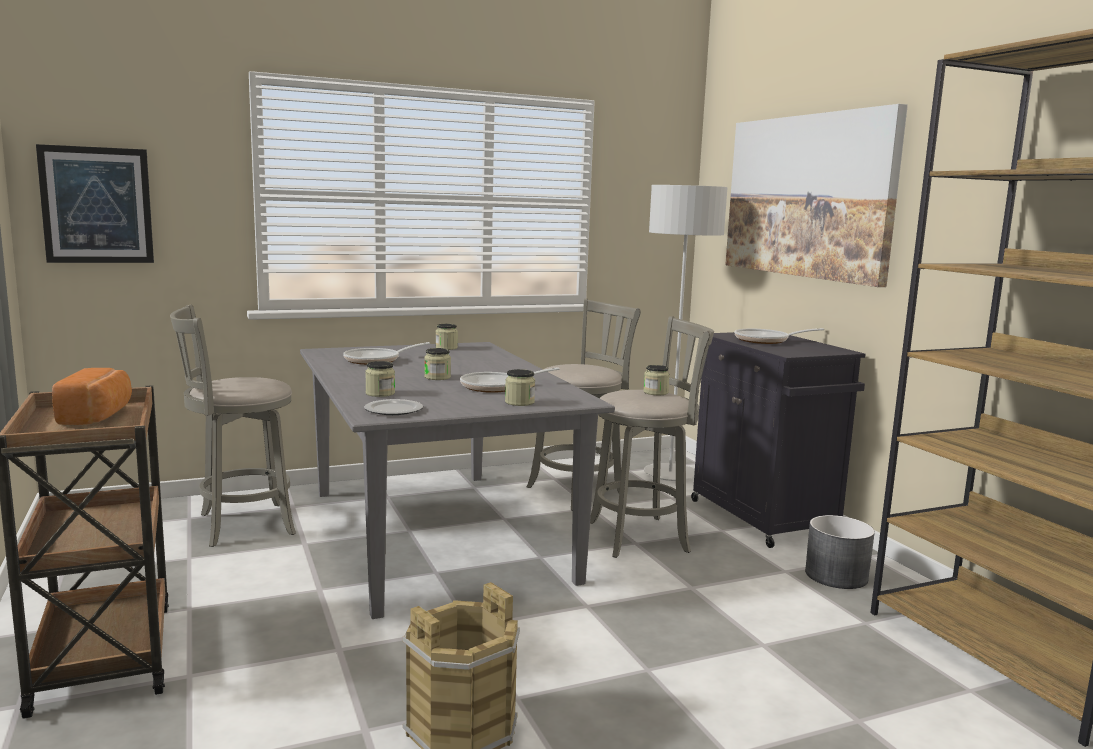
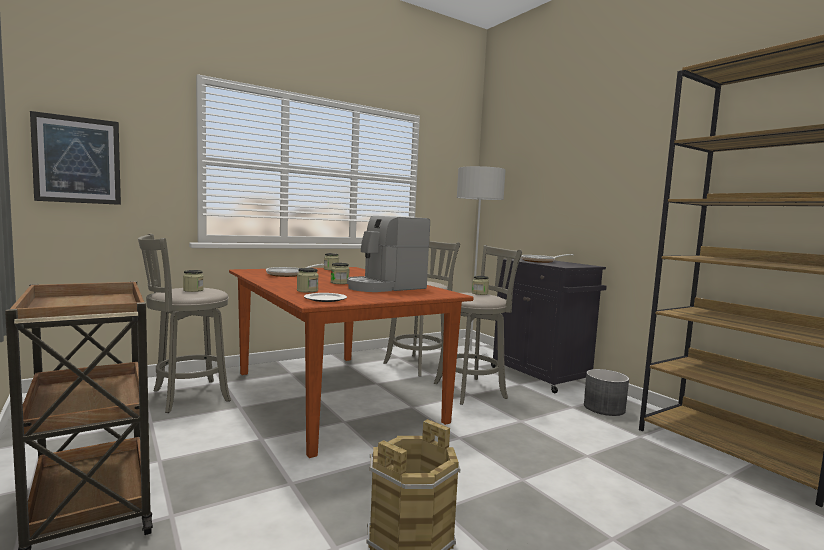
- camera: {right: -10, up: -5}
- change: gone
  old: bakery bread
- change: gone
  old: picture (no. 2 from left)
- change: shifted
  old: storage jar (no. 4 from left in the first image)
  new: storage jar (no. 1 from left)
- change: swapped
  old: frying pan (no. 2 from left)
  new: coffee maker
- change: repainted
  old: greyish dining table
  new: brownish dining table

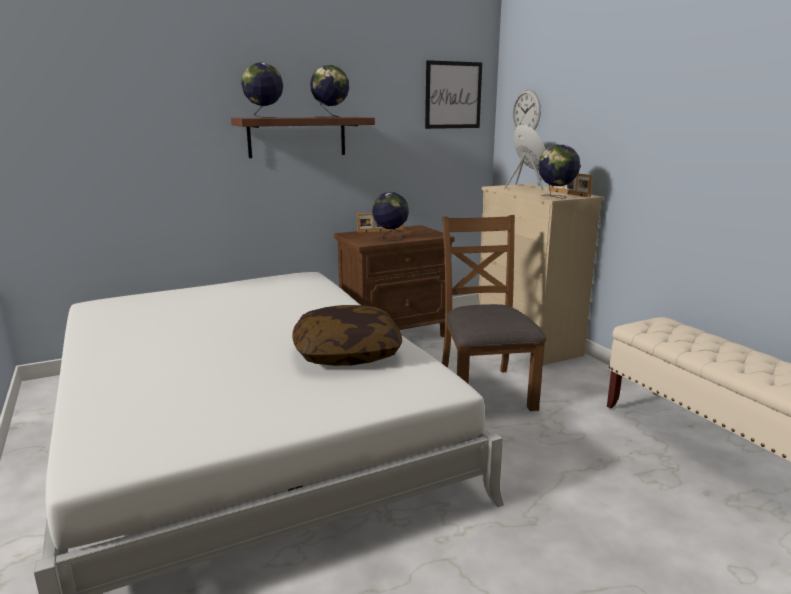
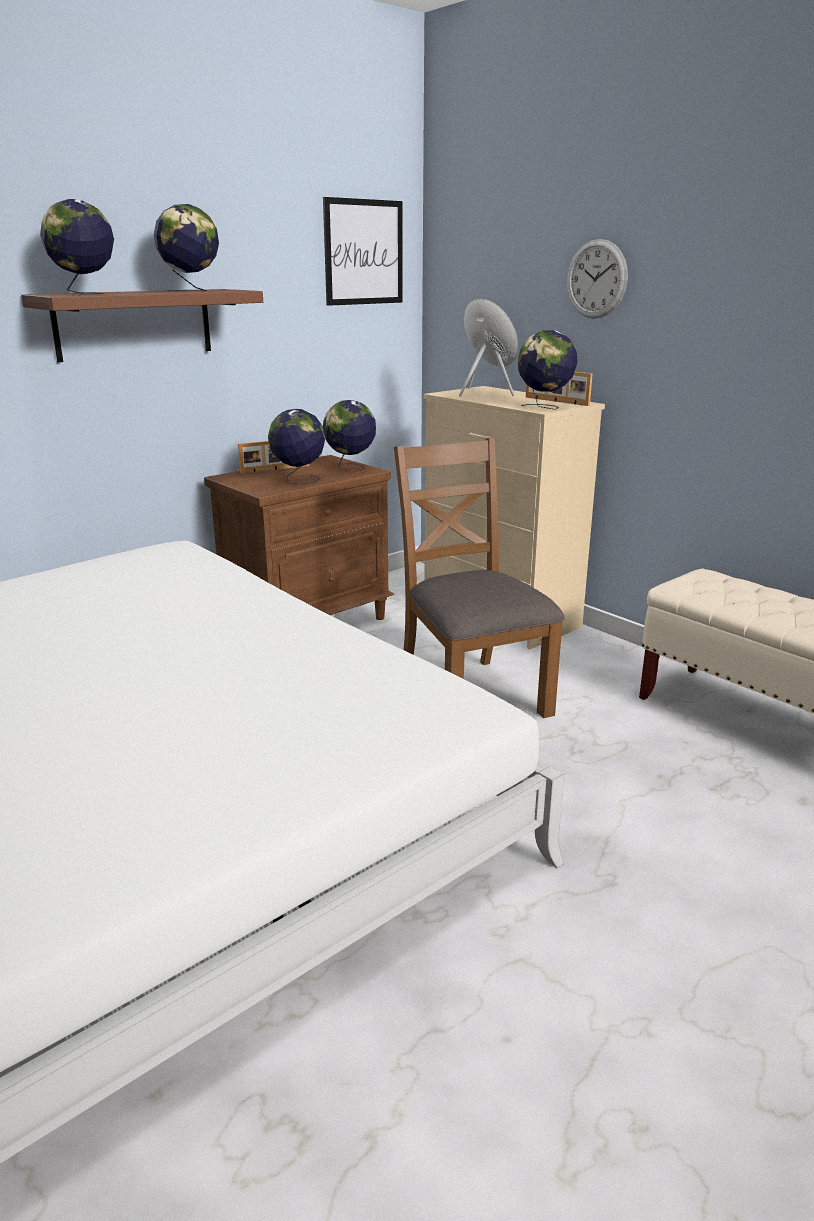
- camera: {right: -15, up: 5}
- change: gone
  old: throw pillow
- change: new
  new: globe (no. 4 from left)
- change: shifted
  old: hanging clock

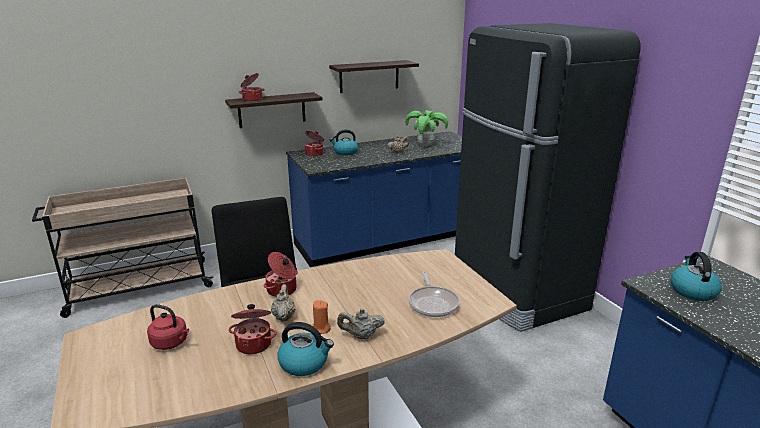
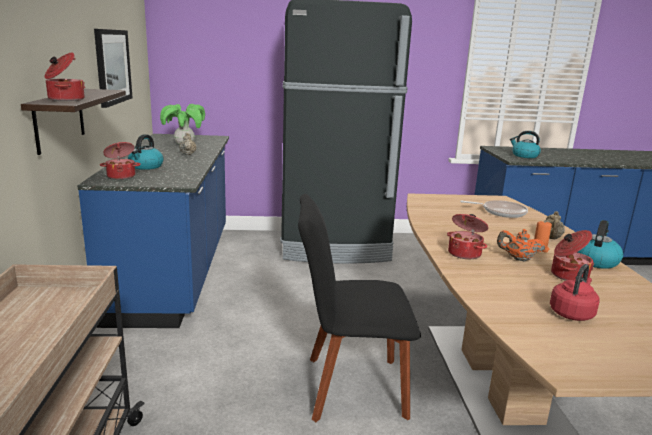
- camera: {right: -70, up: -5}
- change: swapped
  old: shelf (no. 2 from left)
  new: picture
- change: repainted
  old: sand-coloured teapot (no. 1 from left)
  new: orange teapot

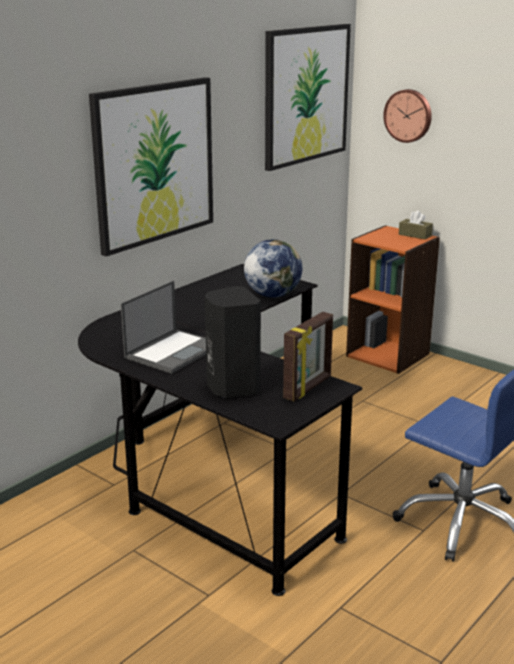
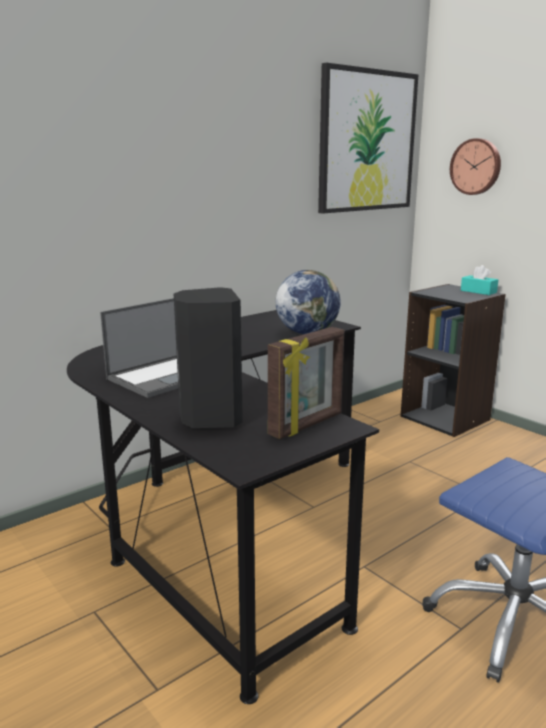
- camera: {right: 10, up: -5}
- change: gone
  old: picture (no. 1 from left)
- change: repainted
  old: orange shelving unit
  new: black-coloured shelving unit
- change: repainted
  old: brownish tissue holder
  new: turquoise-coloured tissue holder

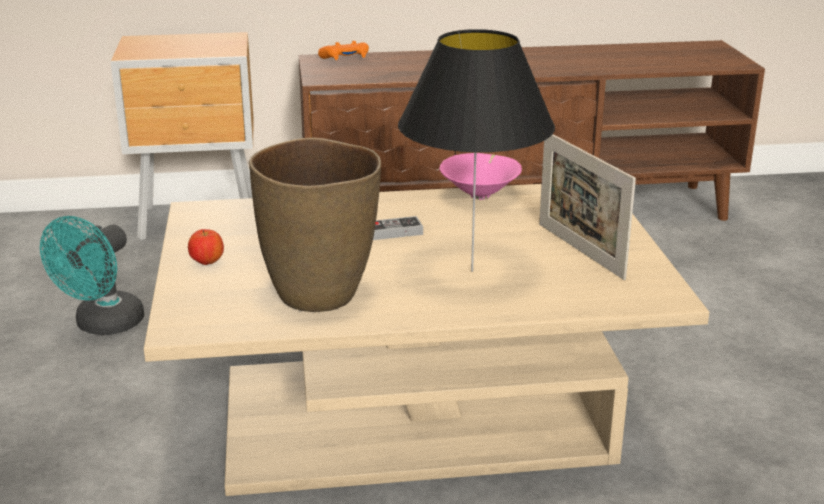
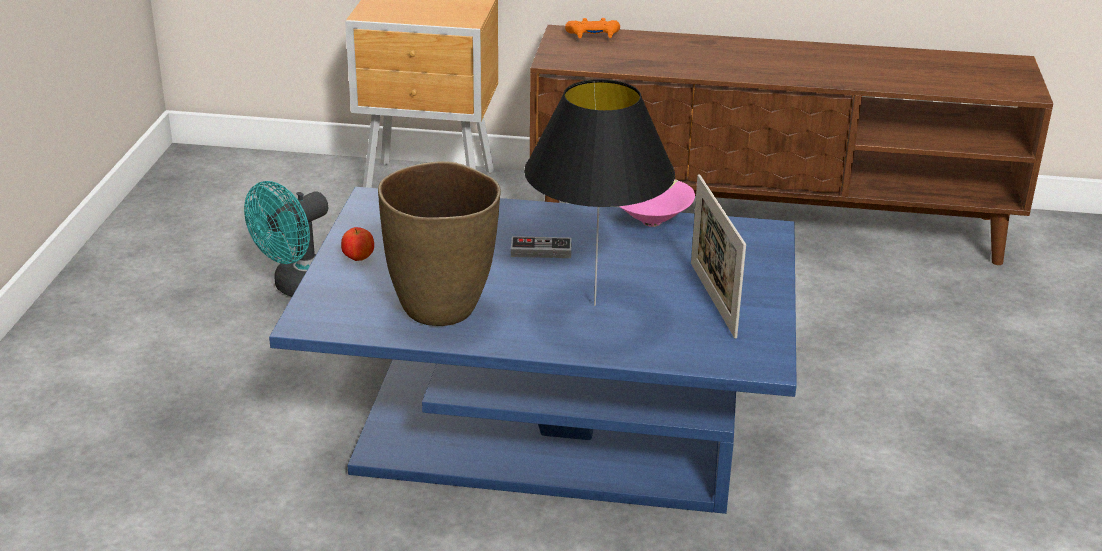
- camera: {right: 15, up: 5}
- change: repainted
  old: sand-coloured coffee table
  new: blue coffee table

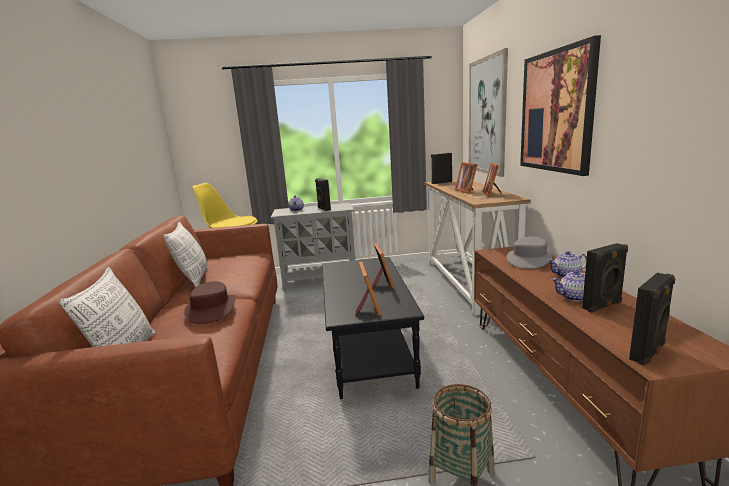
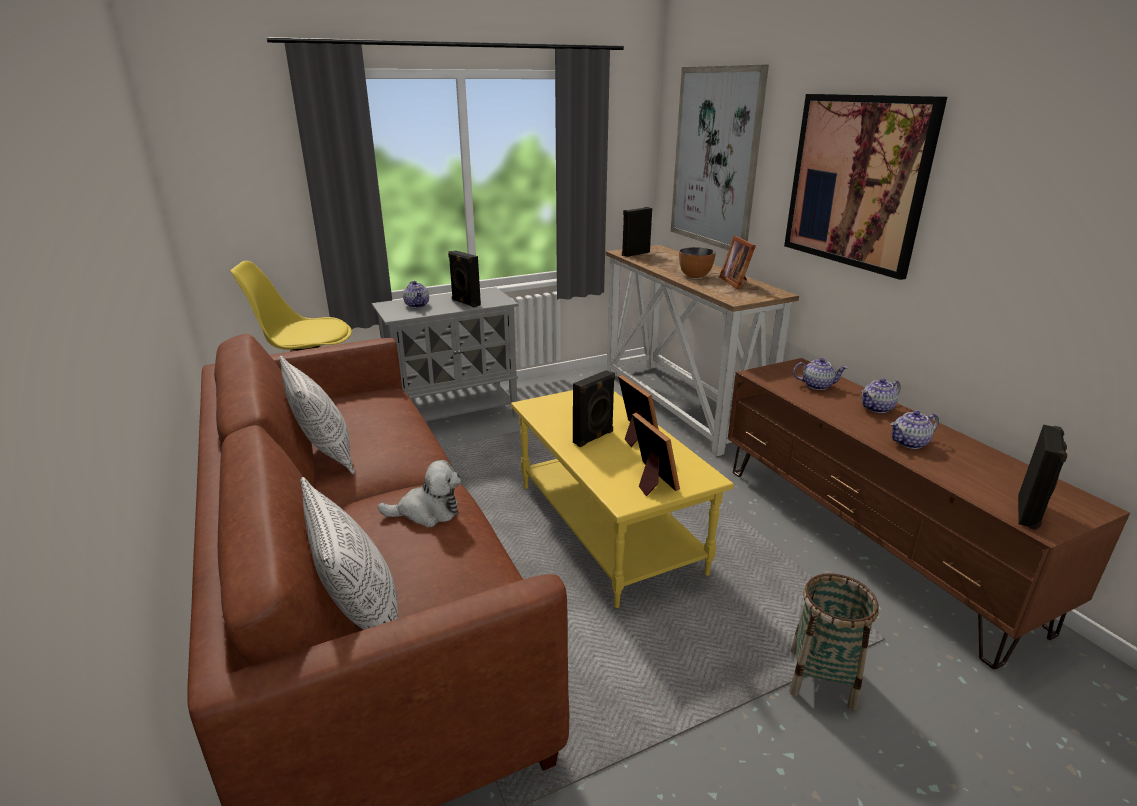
- camera: {right: -20, up: 10}
- change: shifted
  old: black-coloured audio speaker (no. 3 from left in the first image)
  new: black-coloured audio speaker (no. 2 from left)
- change: swapped
  old: brownish hat
  new: cuddly toy
- change: swapped
  old: photo frame (no. 3 from left)
  new: bowl
- change: swapped
  old: greyish hat
  new: teapot (no. 2 from left)
- change: repainted
  old: black-coloured coffee table
  new: yellow coffee table

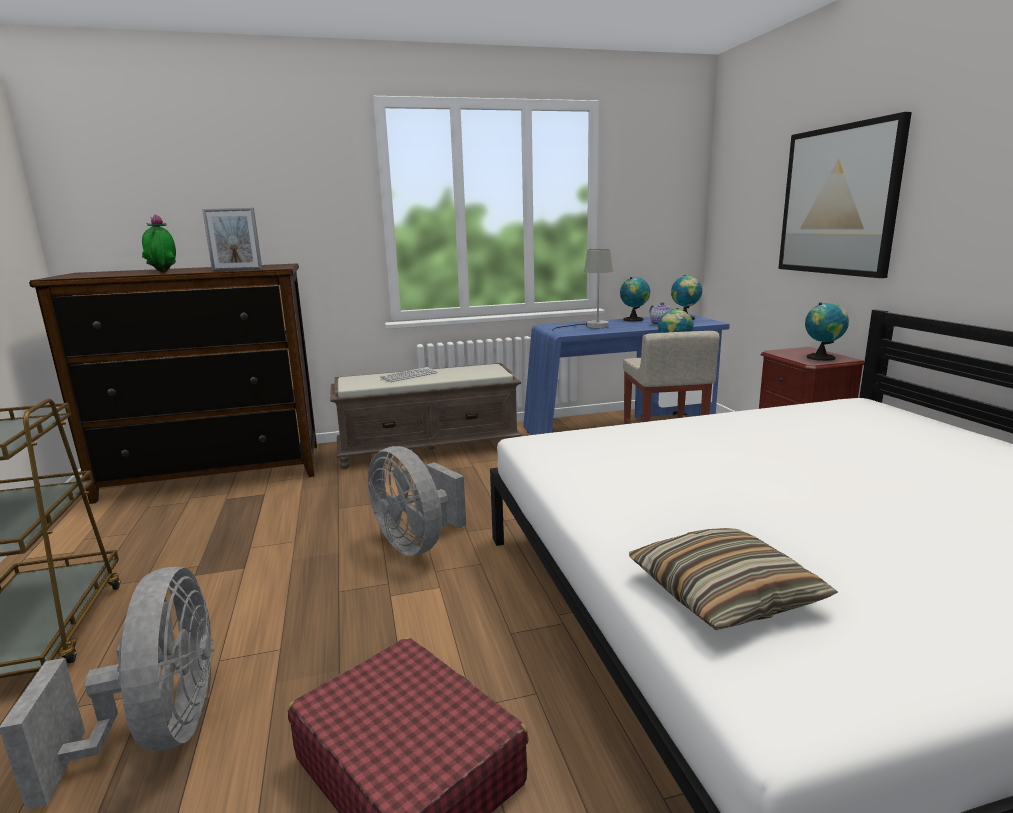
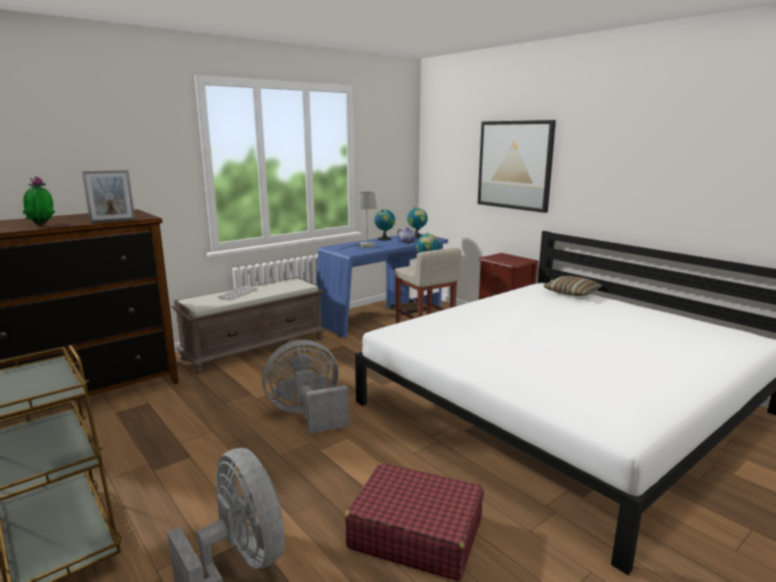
- camera: {right: -25, up: 0}
- change: gone
  old: globe (no. 4 from left)
- change: shifted
  old: throw pillow
- change: rotated
  old: greyish electric fan (no. 2 from left)
  degrees: 135

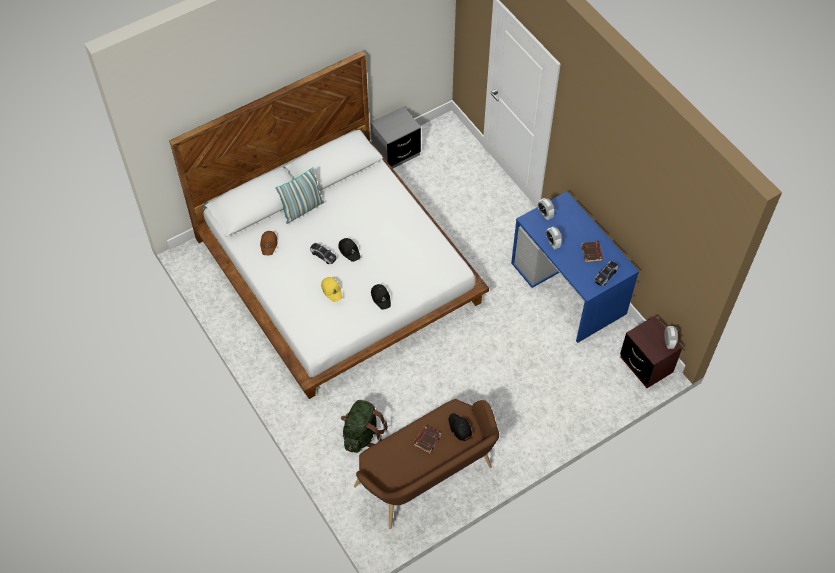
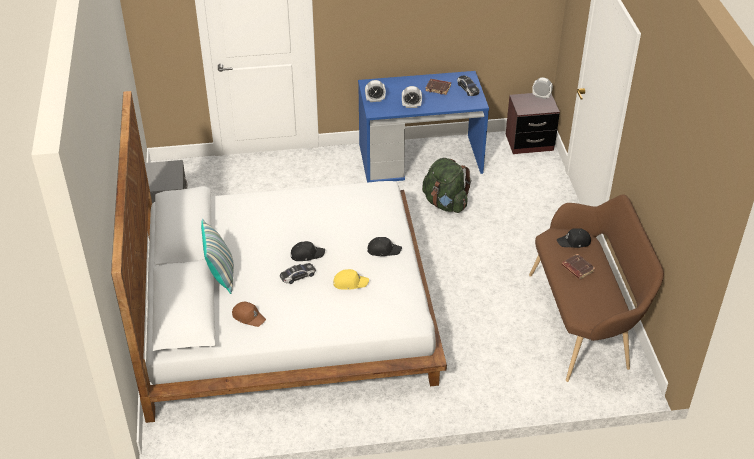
- camera: {right: -65, up: -15}
- change: shifted
  old: green-coloured backpack

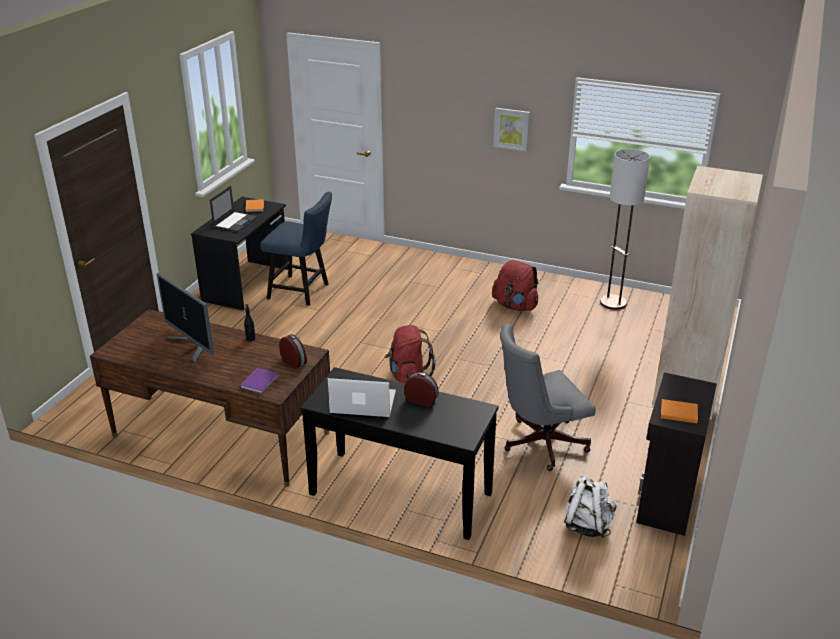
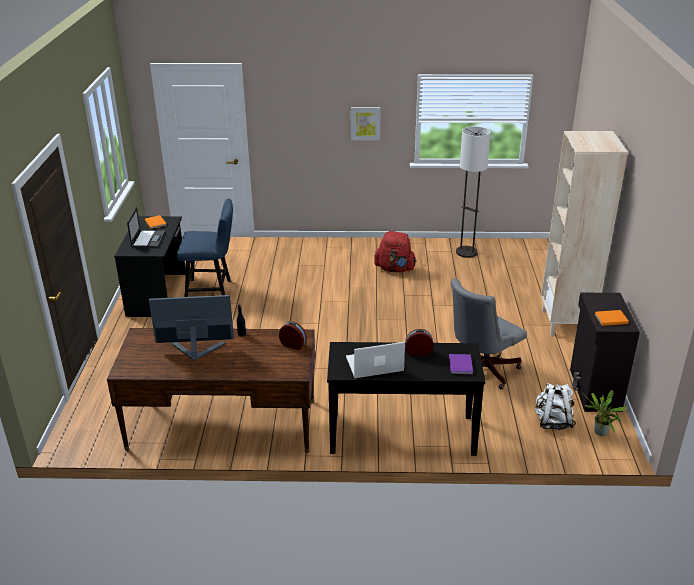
- camera: {right: -20, up: 0}
- change: gone
  old: reddish backpack (no. 1 from left)
- change: new
  new: plant in a pot
- change: shifted
  old: purplish bound book
- change: rotated
  old: monitor
  degrees: 150

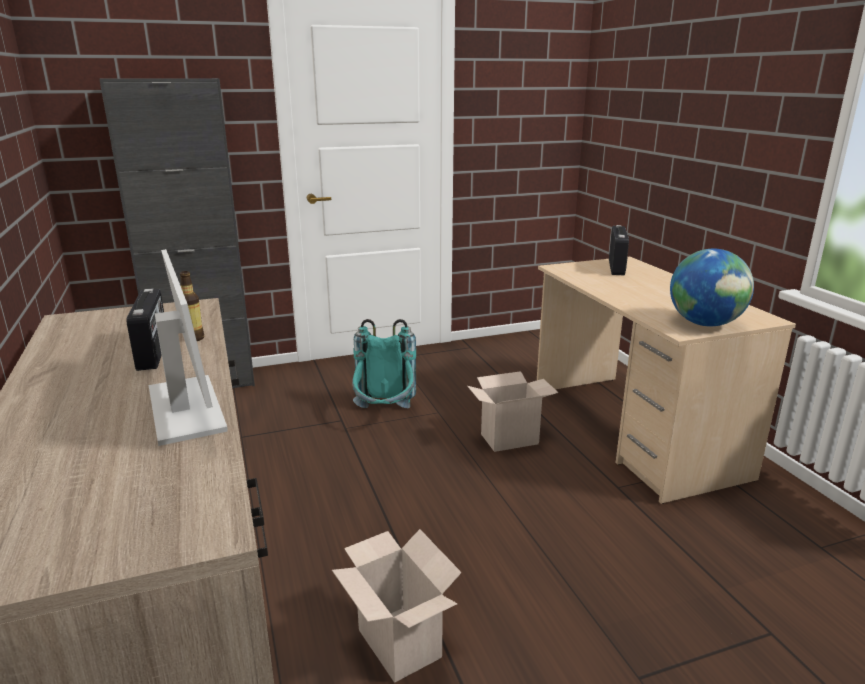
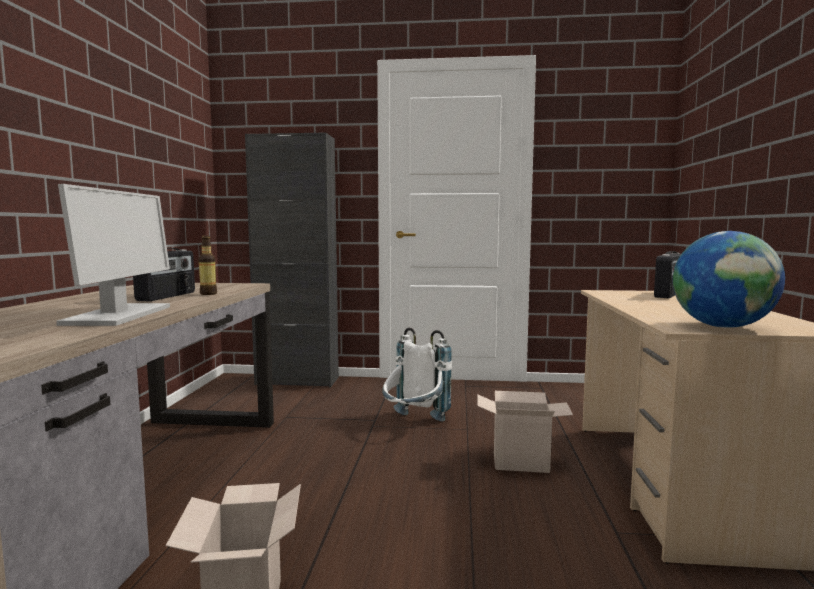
- camera: {right: 25, up: -15}
- change: repainted
  old: turquoise-coloured backpack
  new: white backpack

